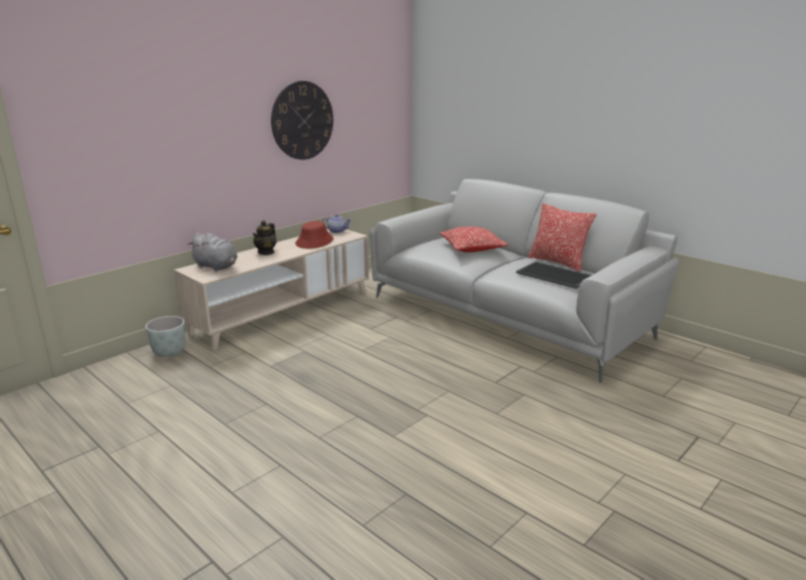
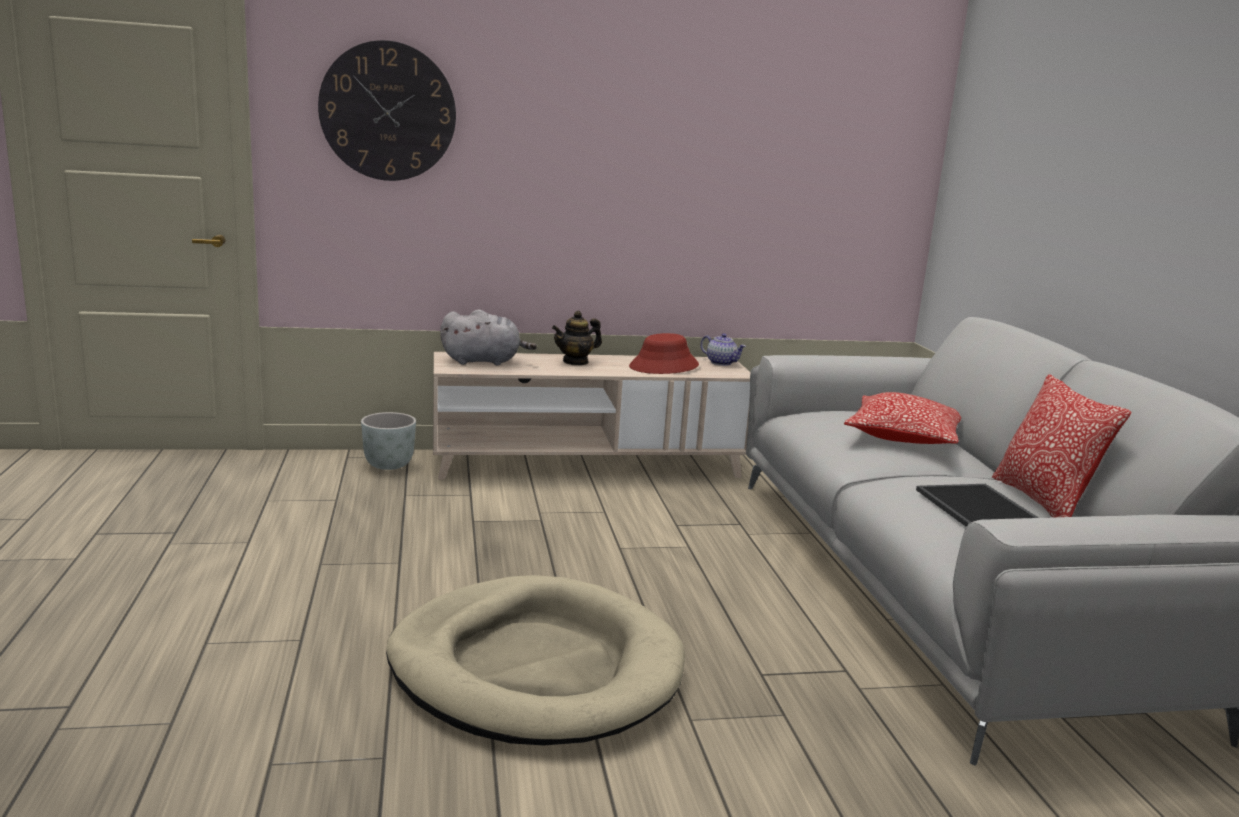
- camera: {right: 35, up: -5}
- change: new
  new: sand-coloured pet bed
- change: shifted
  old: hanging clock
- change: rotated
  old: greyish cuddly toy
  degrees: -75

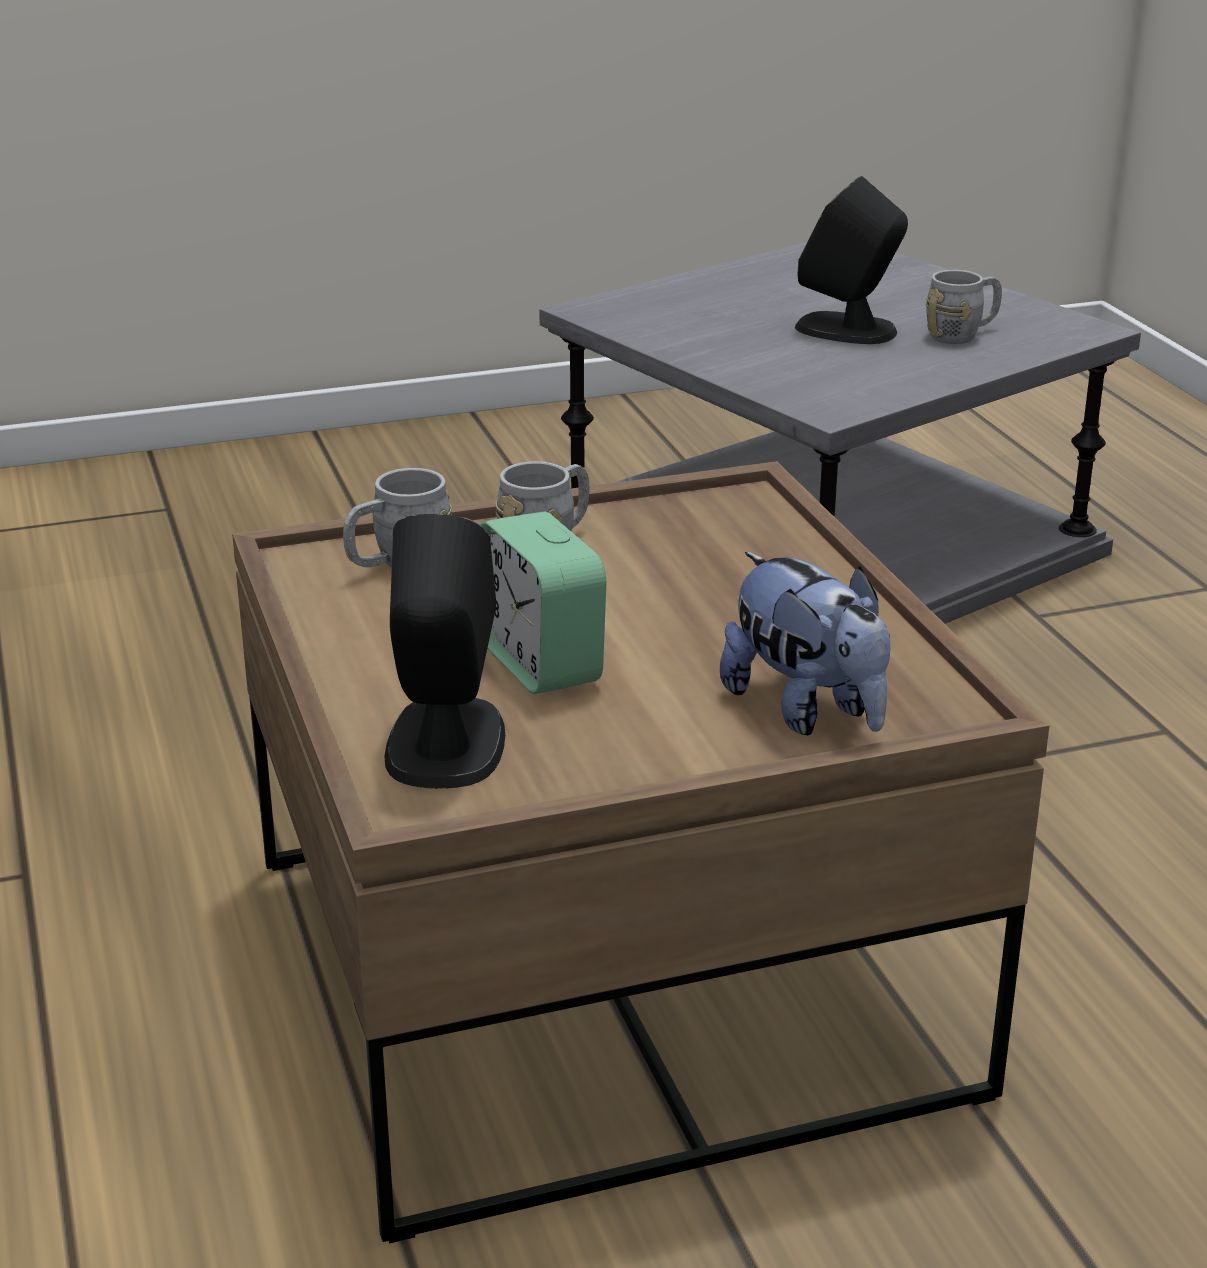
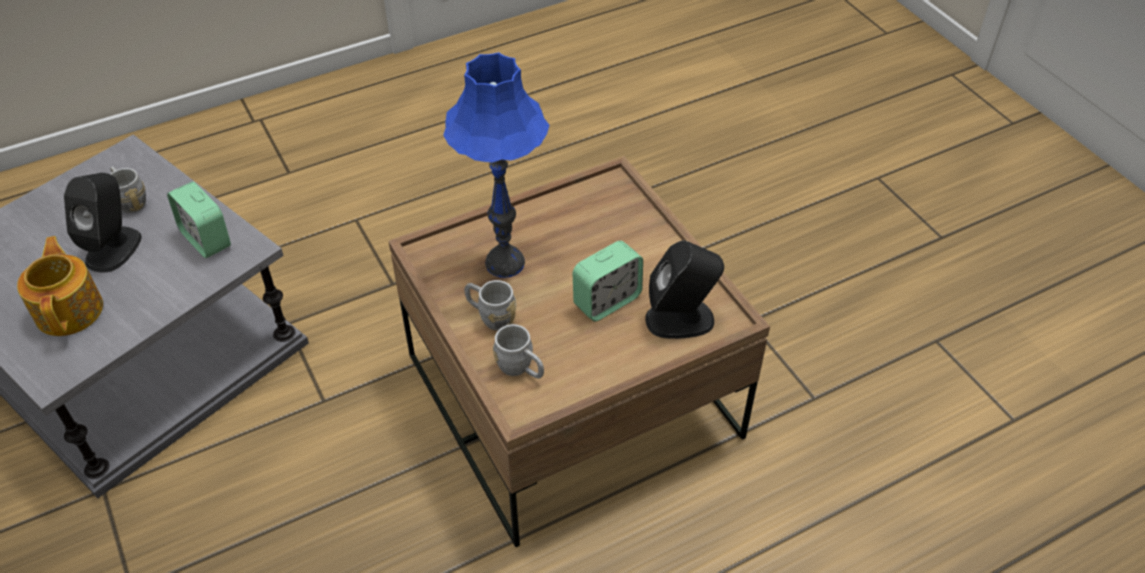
- camera: {right: -100, up: 20}
- change: gone
  old: cuddly toy
- change: new
  new: teapot
- change: new
  new: alarm clock (no. 1 from left)
- change: new
  new: blue table lamp

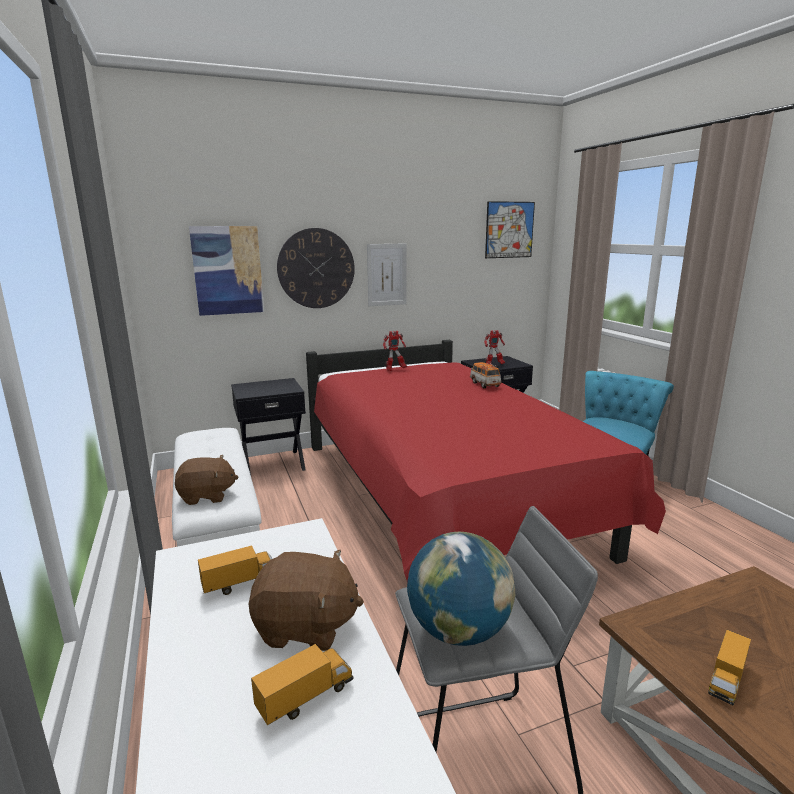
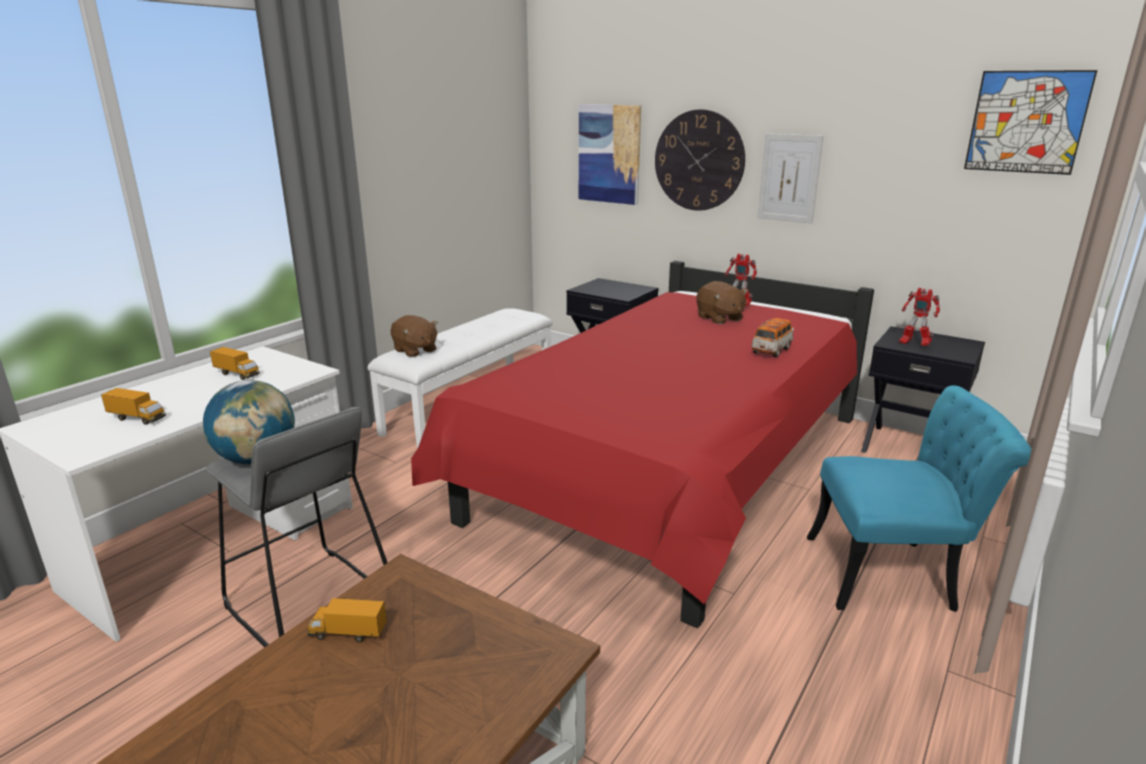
- camera: {right: 55, up: 5}
- change: shifted
  old: brownish cuddly toy (no. 2 from left)

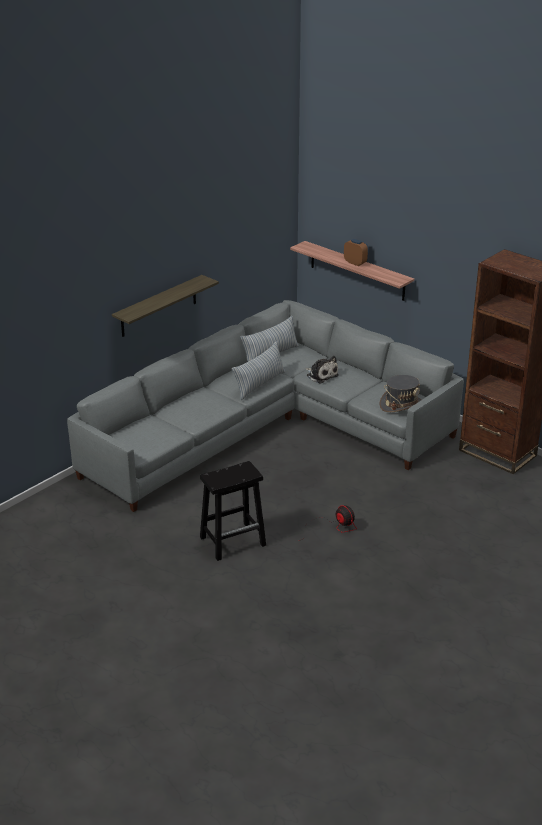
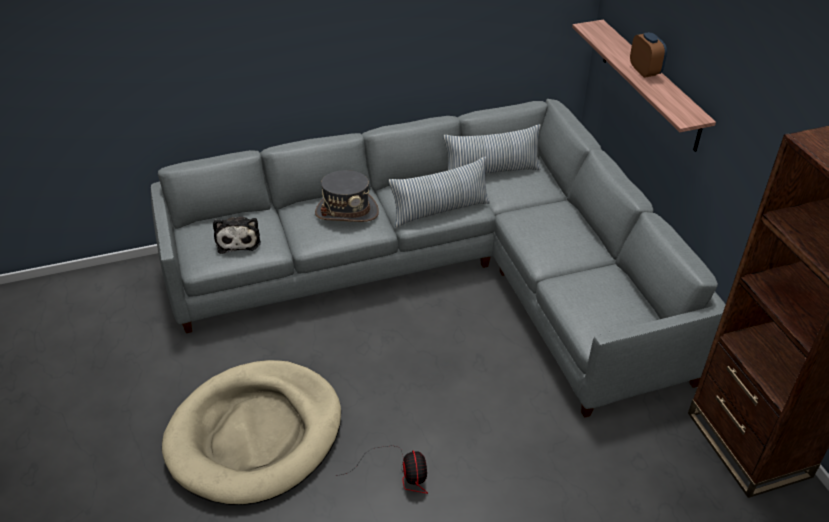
- camera: {right: 30, up: 10}
- change: gone
  old: shelf (no. 1 from left)
- change: shifted
  old: cuddly toy
- change: shifted
  old: greyish hat
- change: swapped
  old: black-coloured sitting stool
  new: sand-coloured pet bed

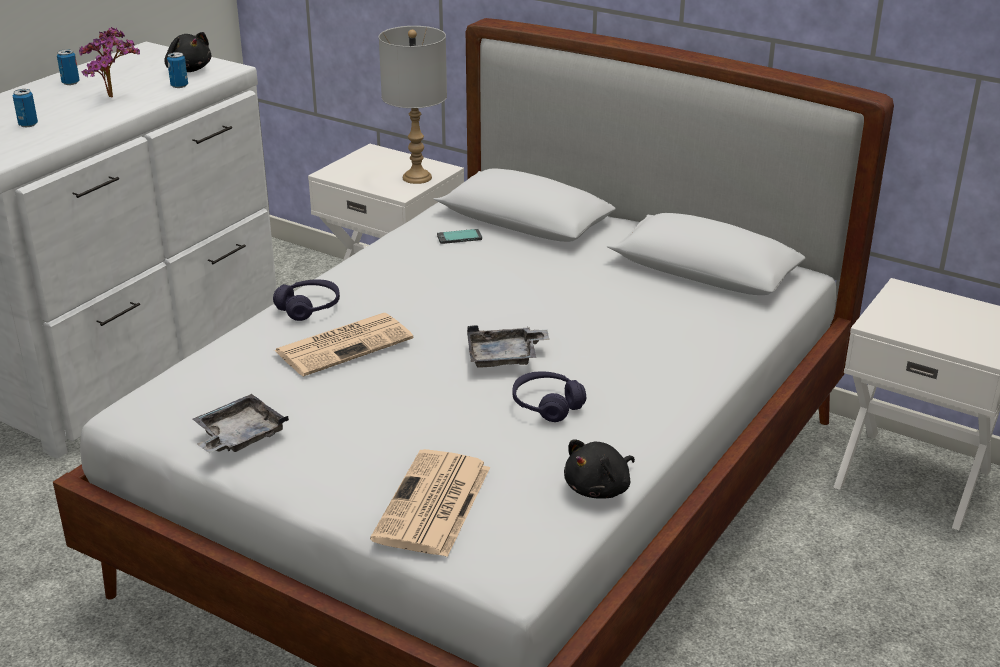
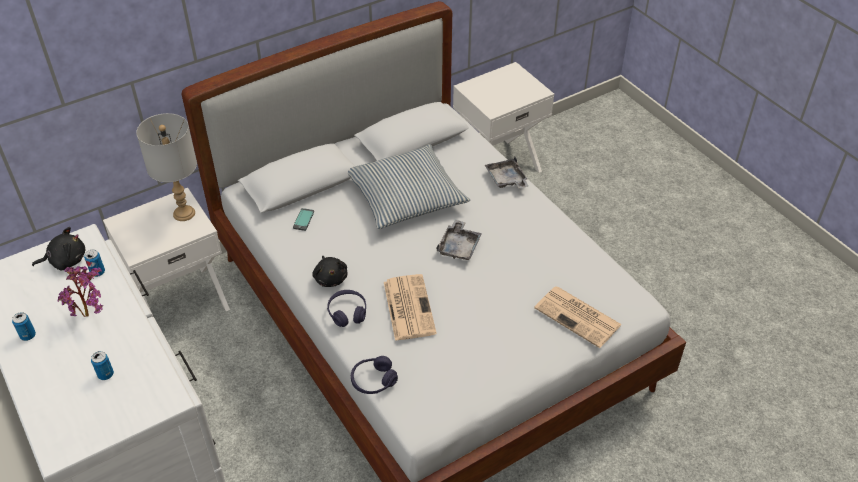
- camera: {right: -65, up: 15}
- change: new
  new: throw pillow
- change: shifted
  old: greyish serving tray (no. 1 from left in the first image)
  new: greyish serving tray (no. 2 from left)
- change: shifted
  old: purplish pair of headphones (no. 2 from left)
- change: shifted
  old: black-coloured cuddly toy (no. 2 from left)

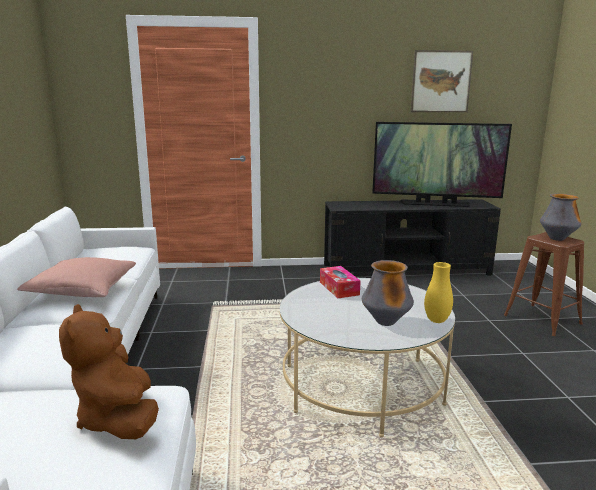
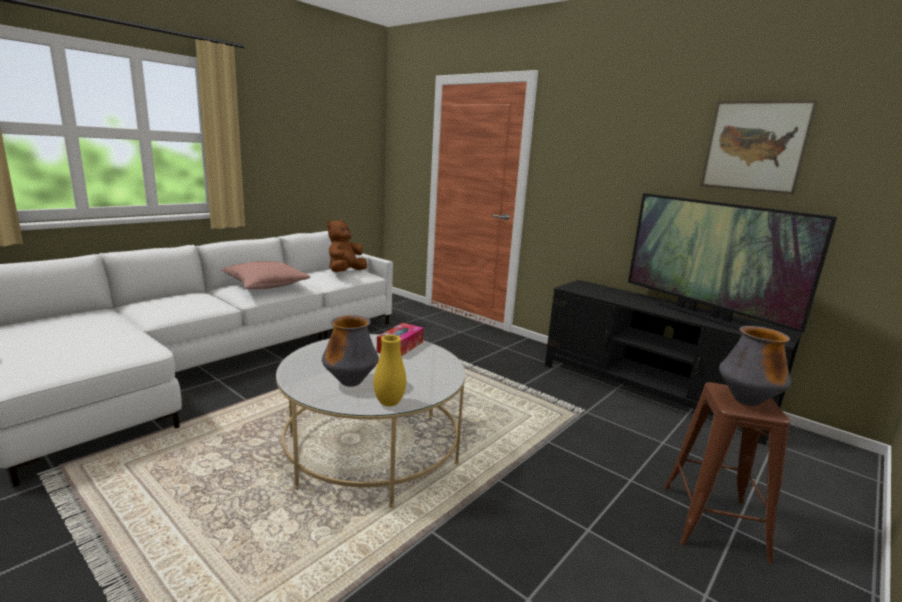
- camera: {right: 45, up: 0}
- change: shifted
  old: brownish cuddly toy

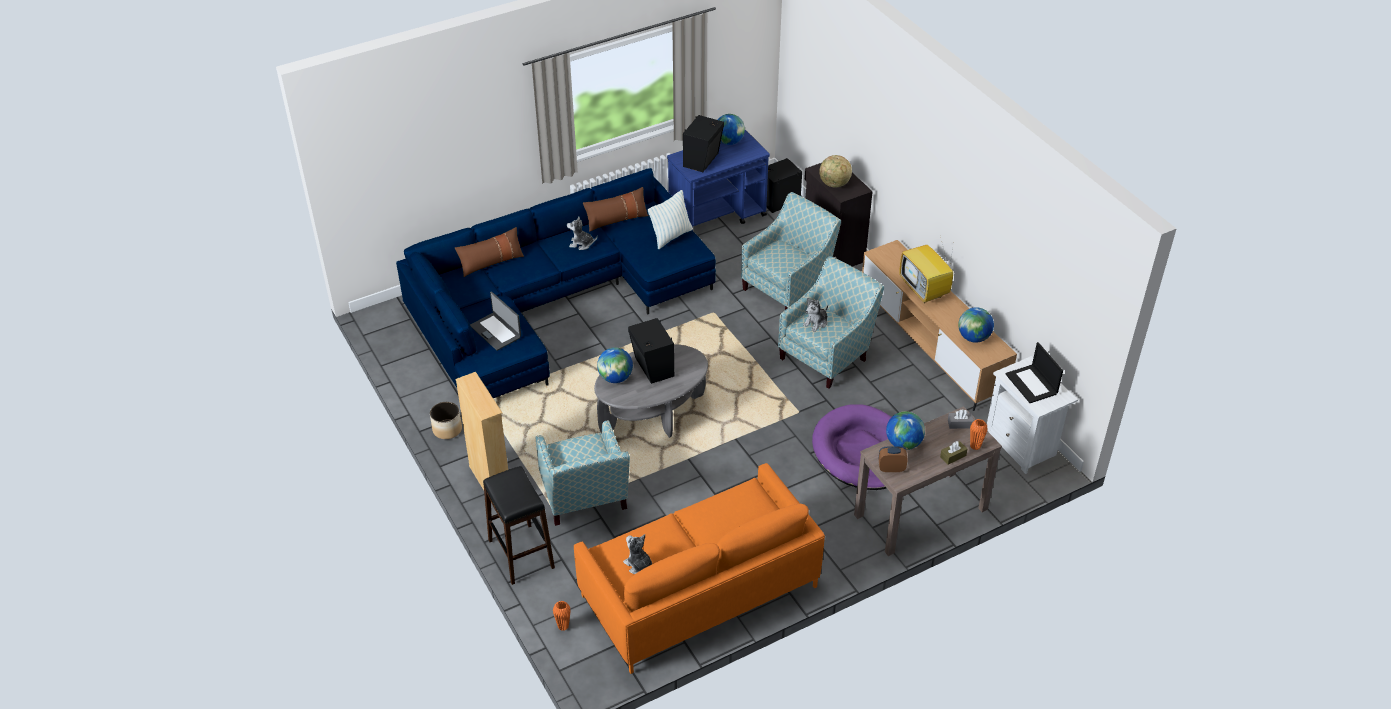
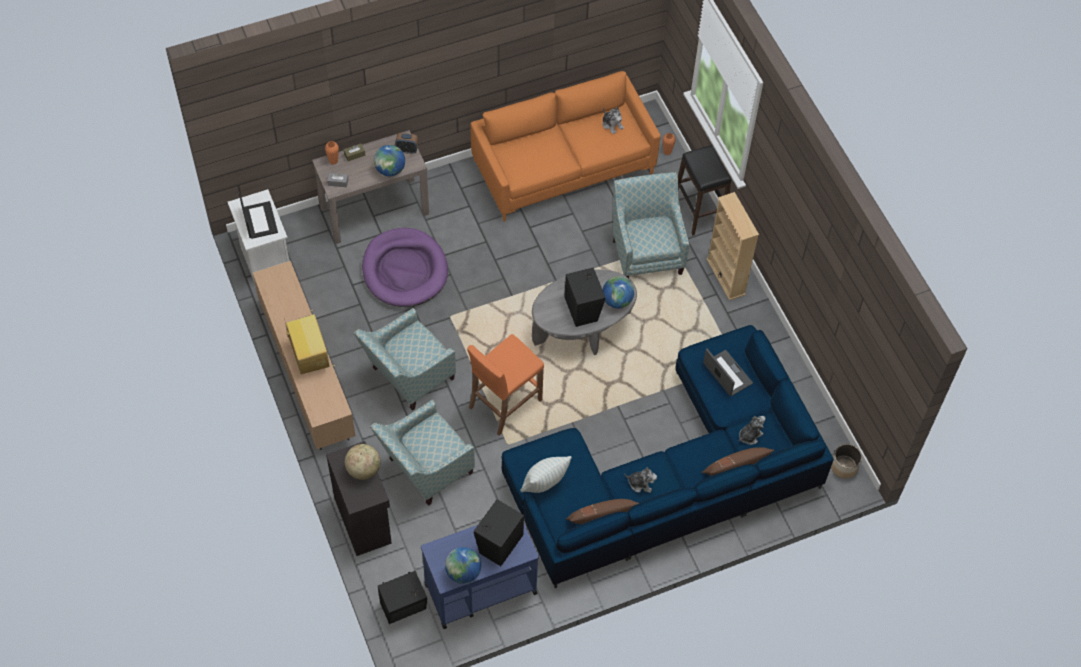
- camera: {right: -175, up: 15}
- change: gone
  old: globe (no. 5 from left)
- change: new
  new: orange sitting stool
- change: shifted
  old: flower pot
- change: shifted
  old: cuddly toy (no. 3 from left)

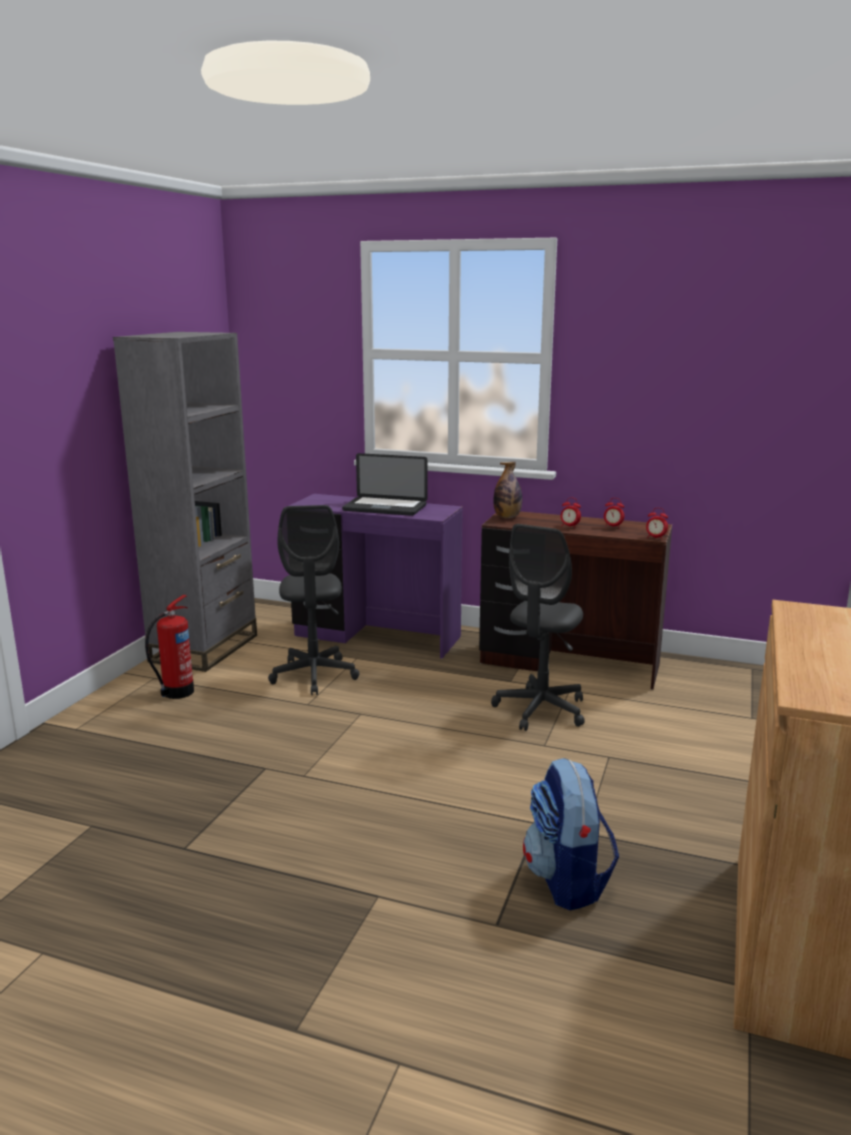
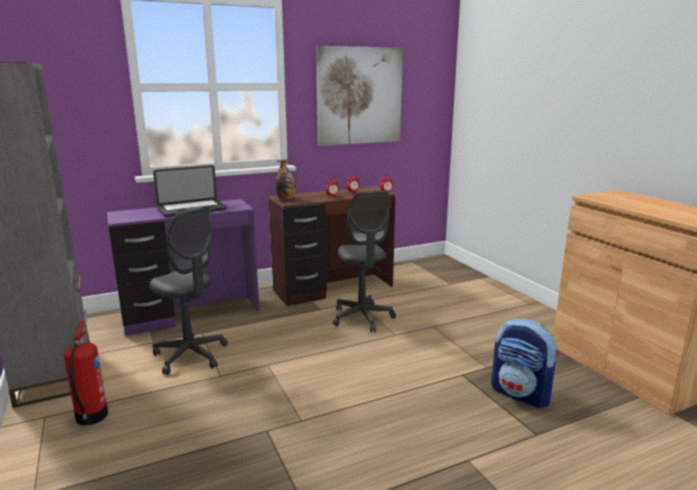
- camera: {right: -45, up: 0}
- change: new
  new: picture

